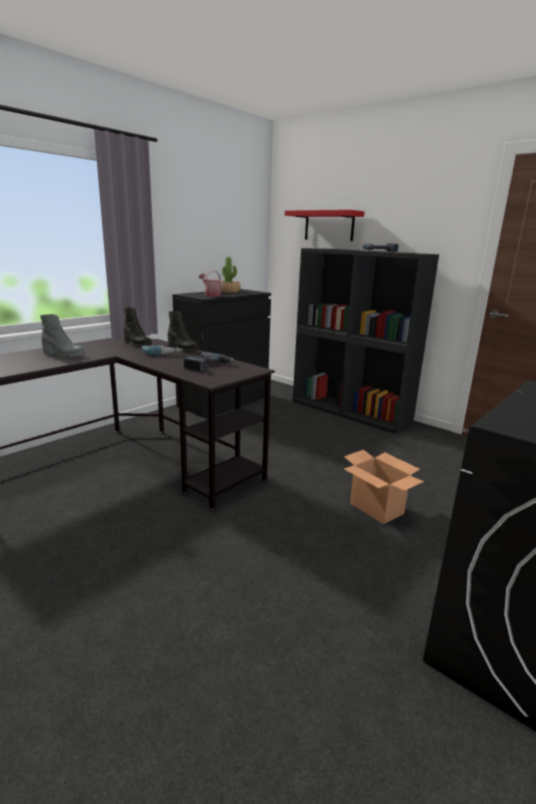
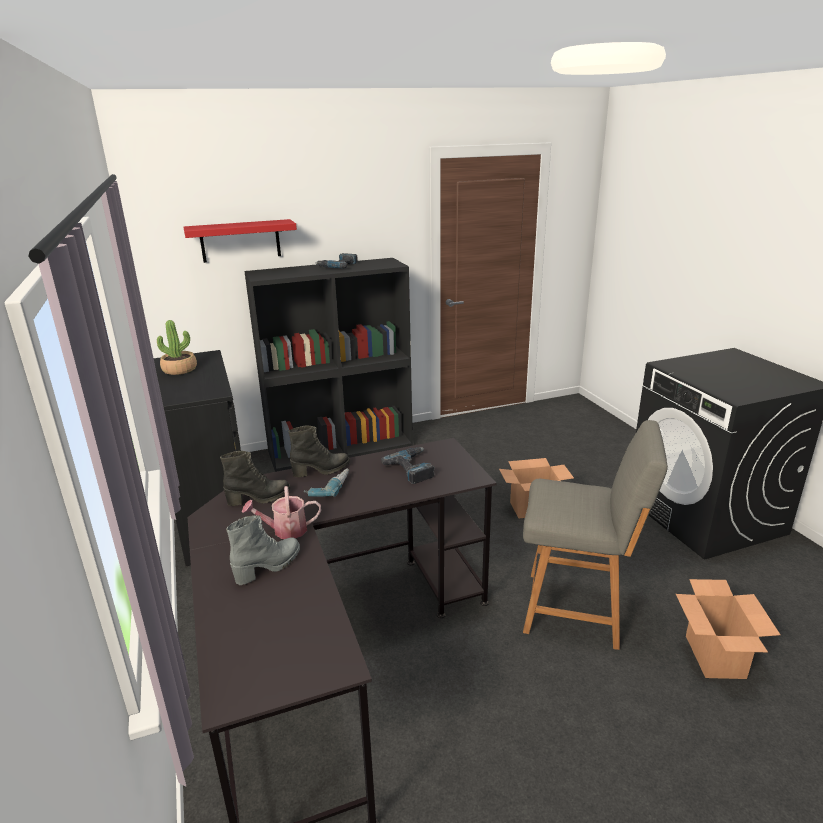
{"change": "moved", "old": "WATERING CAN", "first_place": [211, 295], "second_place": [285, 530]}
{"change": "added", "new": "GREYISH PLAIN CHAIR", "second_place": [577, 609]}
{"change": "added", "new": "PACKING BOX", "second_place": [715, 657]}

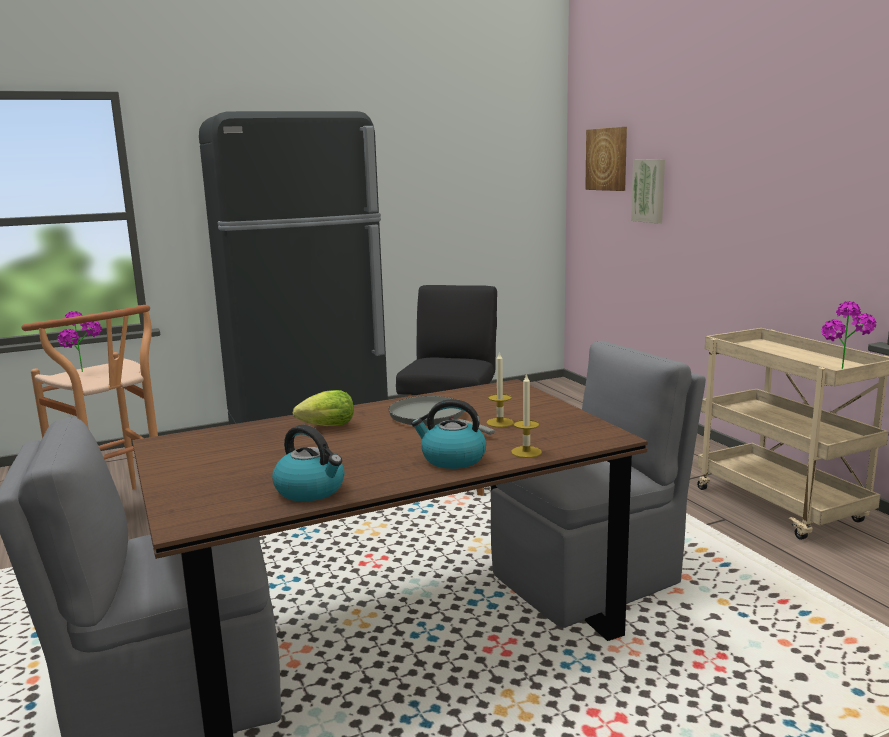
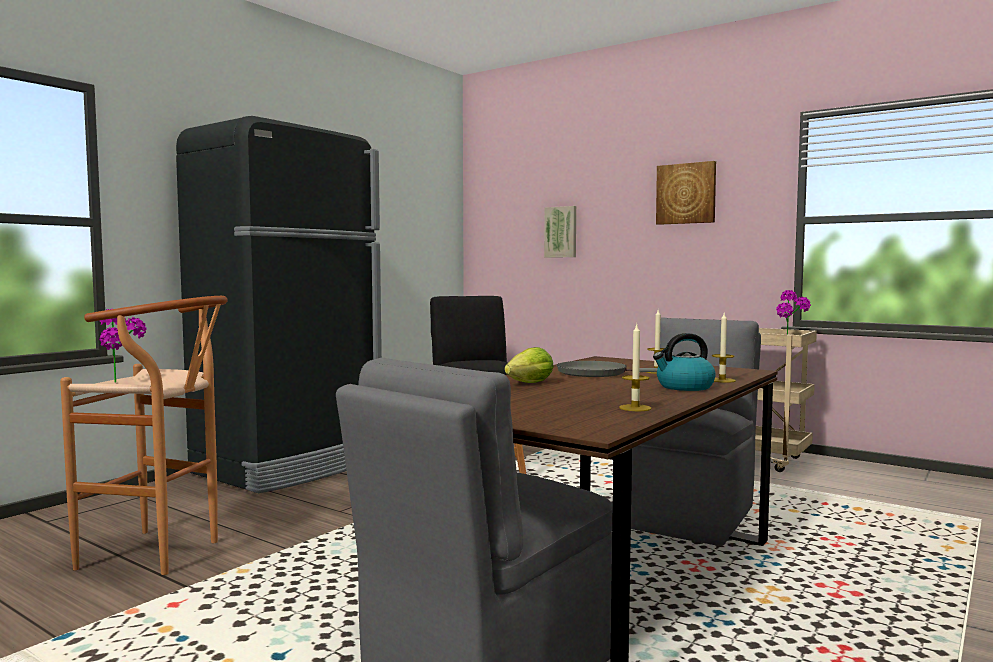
{"change": "replaced", "old": "TEA KETTLE", "new": "CANDLE", "first_place": [311, 490], "second_place": [635, 408]}
{"change": "moved", "old": "WALL PICTURE", "first_place": [607, 159], "second_place": [686, 193]}

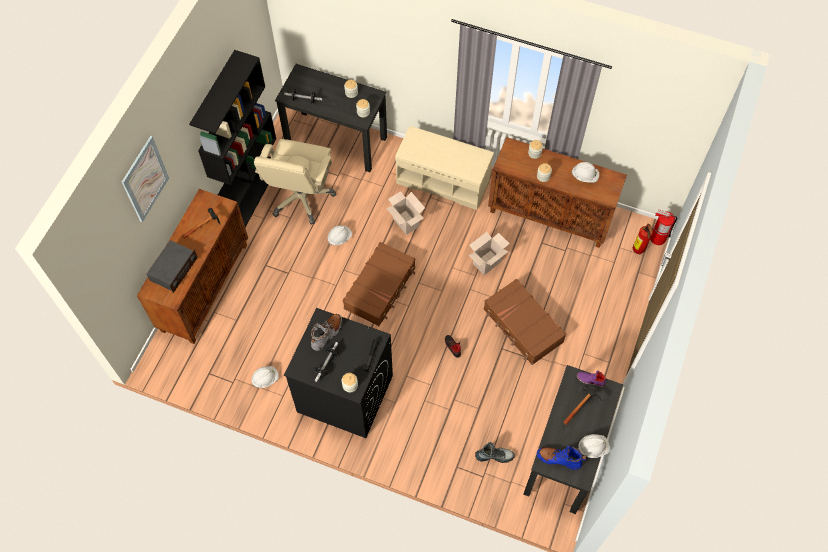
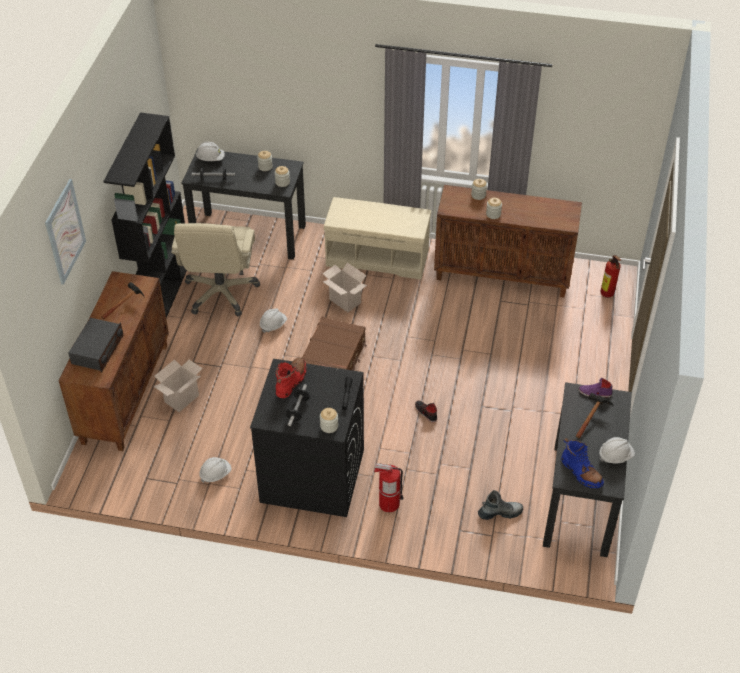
{"change": "recoloured", "old": "GREYISH HIGH-TOP BOOT", "new": "RED HIGH-TOP BOOT", "first_place": [327, 334], "second_place": [291, 381]}
{"change": "moved", "old": "PACKING BOX", "first_place": [487, 261], "second_place": [182, 398]}
{"change": "removed", "old": "BROWN-COLOURED SUITCASE", "first_place": [522, 326]}
{"change": "turned", "old": "BLUE-COLOURED HIGH-TOP BOOT", "first_place": [559, 459], "second_place": [581, 472], "degrees": -135}
{"change": "moved", "old": "WHITE-COLOURED WORK HELMET", "first_place": [584, 176], "second_place": [211, 159]}
{"change": "moved", "old": "FIRE-FIGHTING CYLINDER", "first_place": [657, 238], "second_place": [388, 504]}

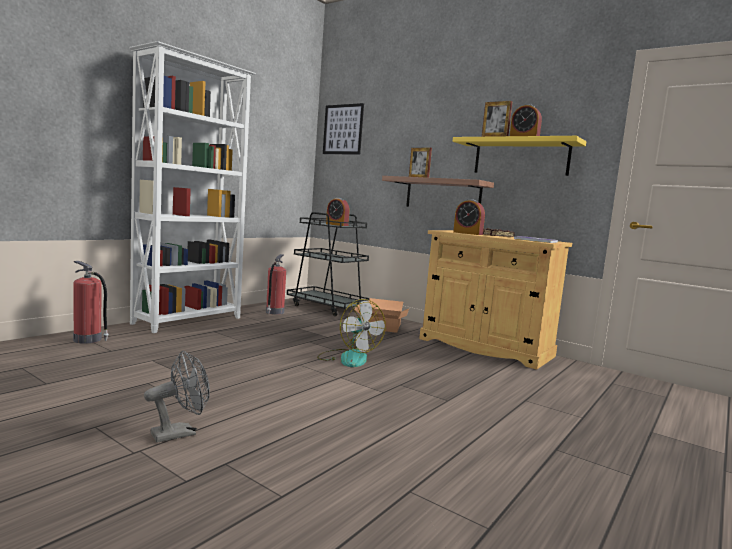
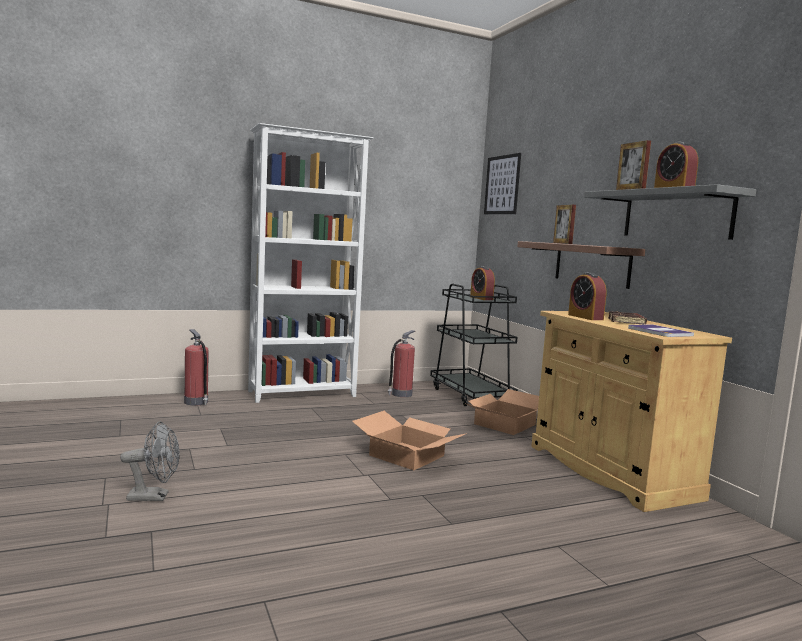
{"change": "replaced", "old": "ELECTRIC FAN", "new": "PACKING BOX", "first_place": [348, 358], "second_place": [408, 455]}
{"change": "recoloured", "old": "YELLOWISH SHELF", "new": "GREYISH SHELF", "first_place": [521, 157], "second_place": [676, 215]}

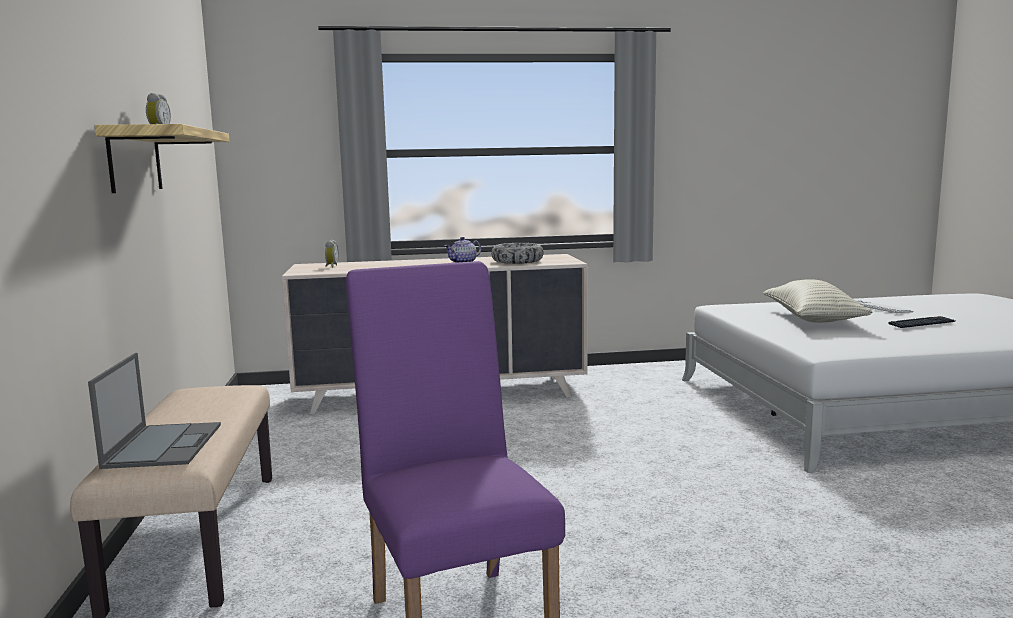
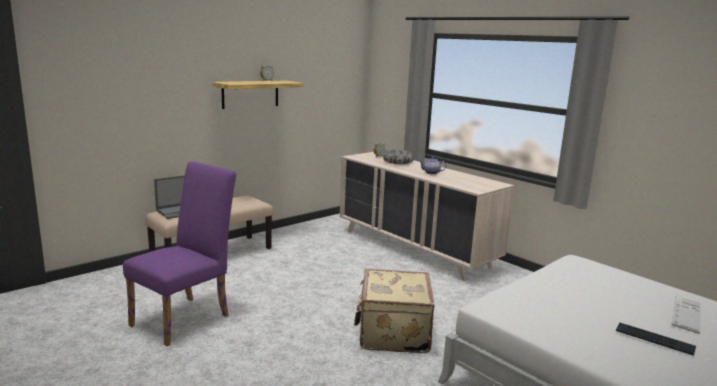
{"change": "moved", "old": "BOWL", "first_place": [517, 261], "second_place": [398, 161]}
{"change": "removed", "old": "PILLOW", "first_place": [812, 319]}
{"change": "added", "new": "BEIGE SUITCASE", "second_place": [392, 332]}

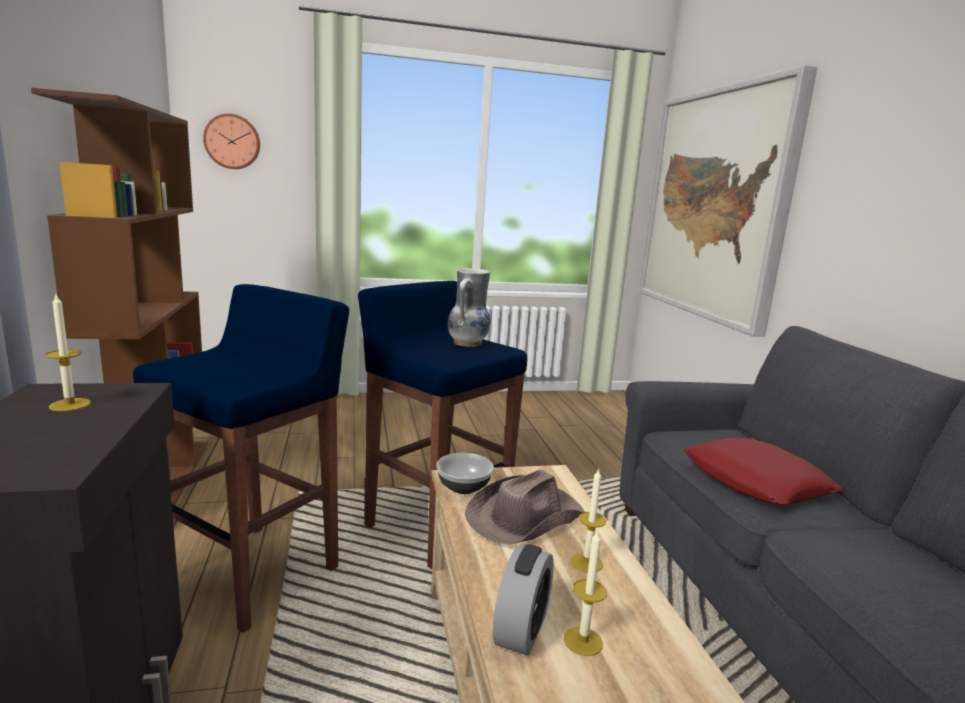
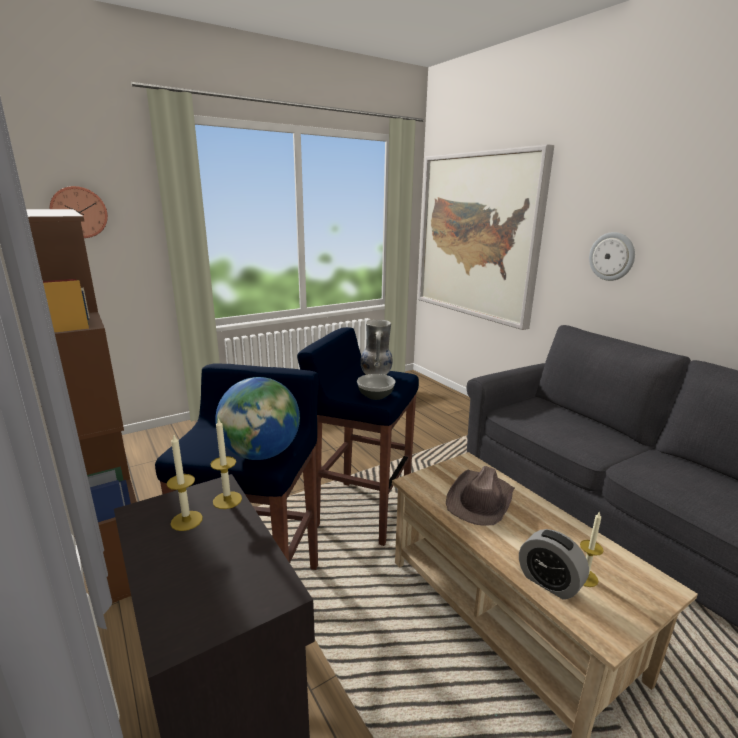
{"change": "moved", "old": "BOWL", "first_place": [464, 487], "second_place": [376, 396]}
{"change": "turned", "old": "ALARM CLOCK", "first_place": [521, 630], "second_place": [549, 582], "degrees": 135}
{"change": "moved", "old": "CANDLE", "first_place": [586, 562], "second_place": [227, 500]}
{"change": "removed", "old": "RED PILLOW", "first_place": [756, 481]}
{"change": "added", "new": "GLOBE", "second_place": [261, 454]}
{"change": "added", "new": "WALL CLOCK", "second_place": [612, 256]}

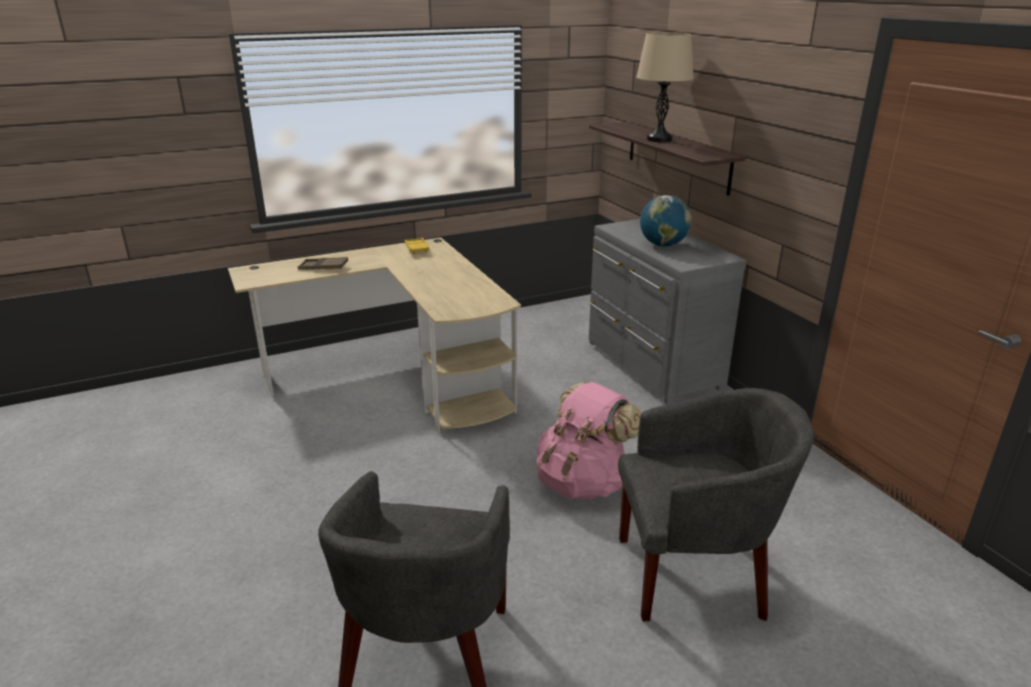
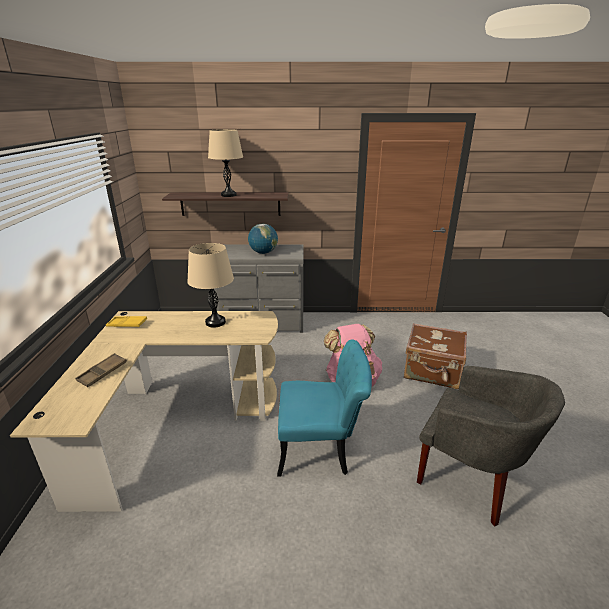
{"change": "replaced", "old": "GREYISH ARMCHAIR", "new": "BROWN-COLOURED SUITCASE", "first_place": [695, 573], "second_place": [432, 372]}
{"change": "added", "new": "BEIGE TABLE LAMP", "second_place": [215, 322]}
{"change": "added", "new": "TURQUOISE-COLOURED PLAIN CHAIR", "second_place": [321, 448]}

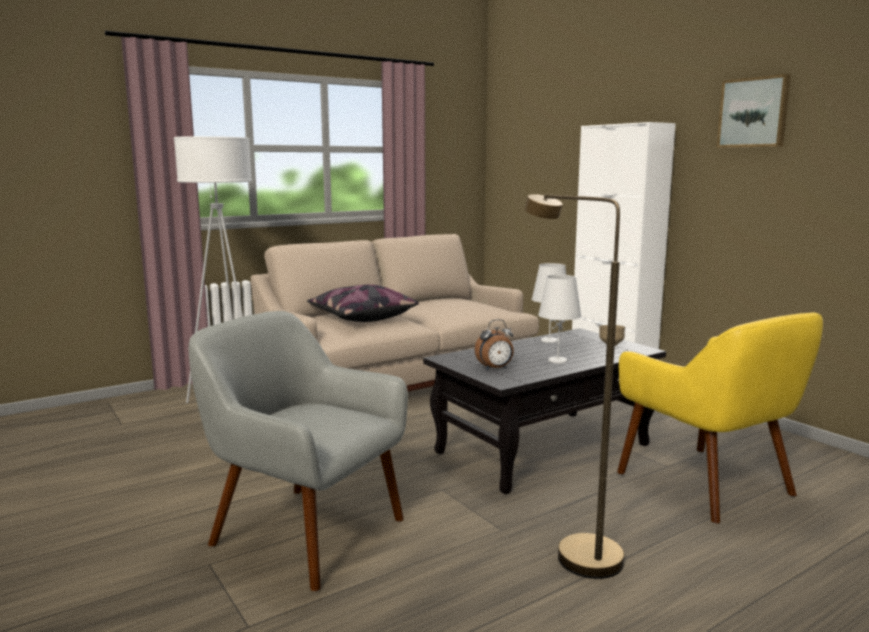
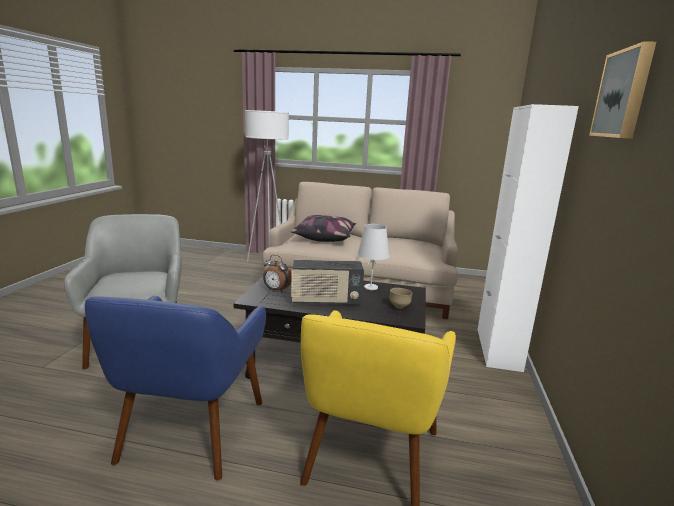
{"change": "replaced", "old": "BROWN-COLOURED STANDARD LAMP", "new": "BLUE-COLOURED ARMCHAIR", "first_place": [573, 552], "second_place": [191, 432]}
{"change": "replaced", "old": "WHITE-COLOURED TABLE LAMP", "new": "RADIO", "first_place": [558, 360], "second_place": [326, 301]}

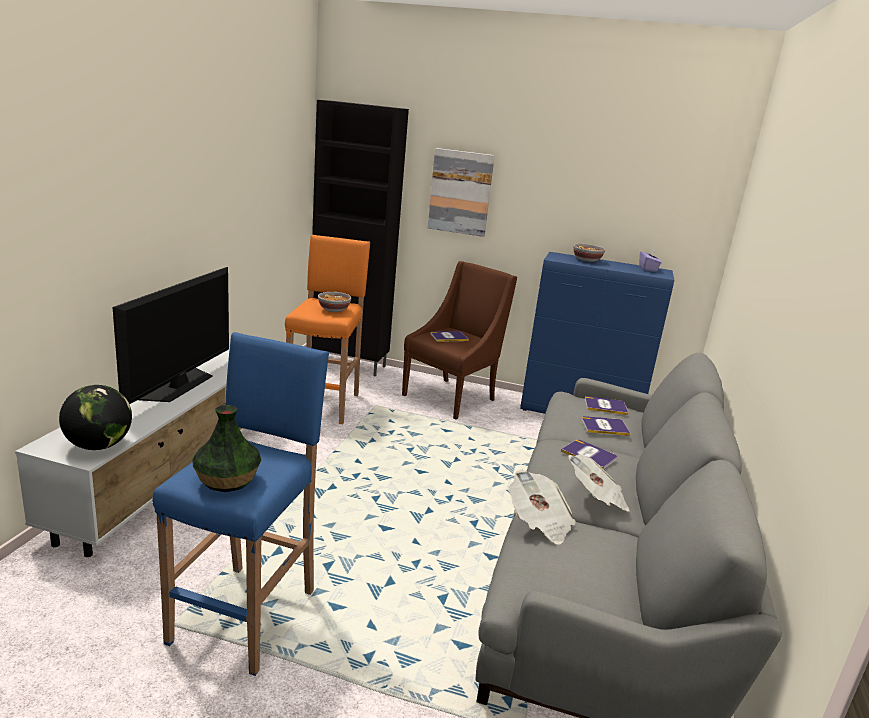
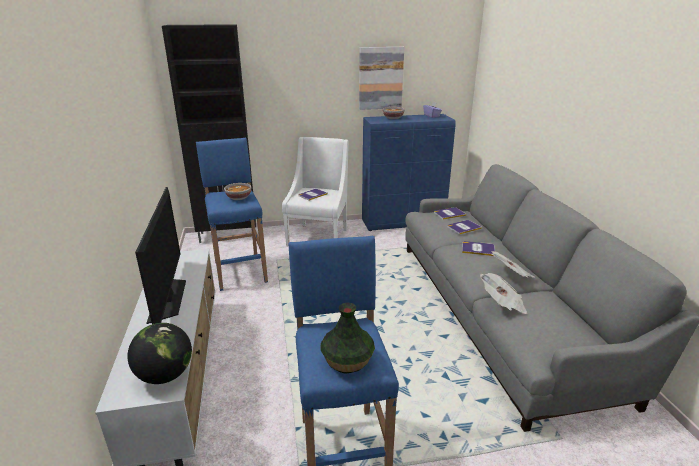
{"change": "recoloured", "old": "ORANGE STOOL SEAT", "new": "BLUE-COLOURED STOOL SEAT", "first_place": [324, 404], "second_place": [240, 271]}
{"change": "recoloured", "old": "BROWN-COLOURED ARMCHAIR", "new": "WHITE-COLOURED ARMCHAIR", "first_place": [451, 397], "second_place": [319, 236]}
{"change": "moved", "old": "WALL PICTURE", "first_place": [460, 192], "second_place": [380, 78]}

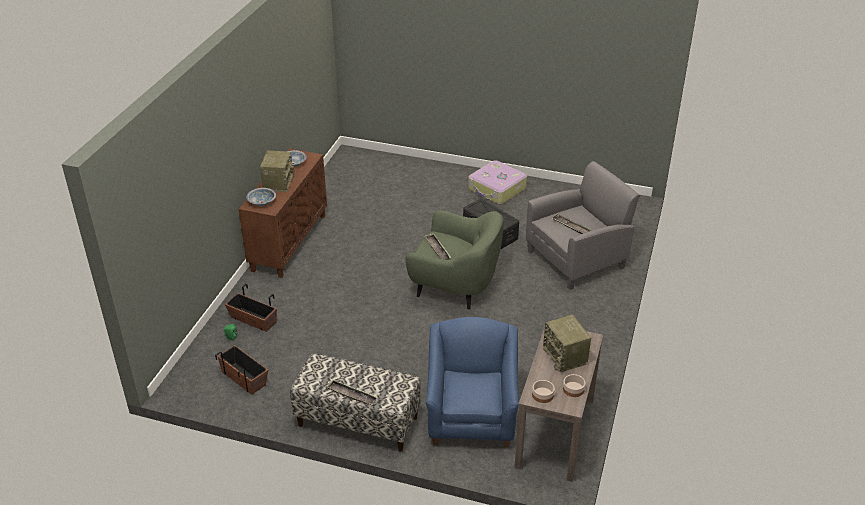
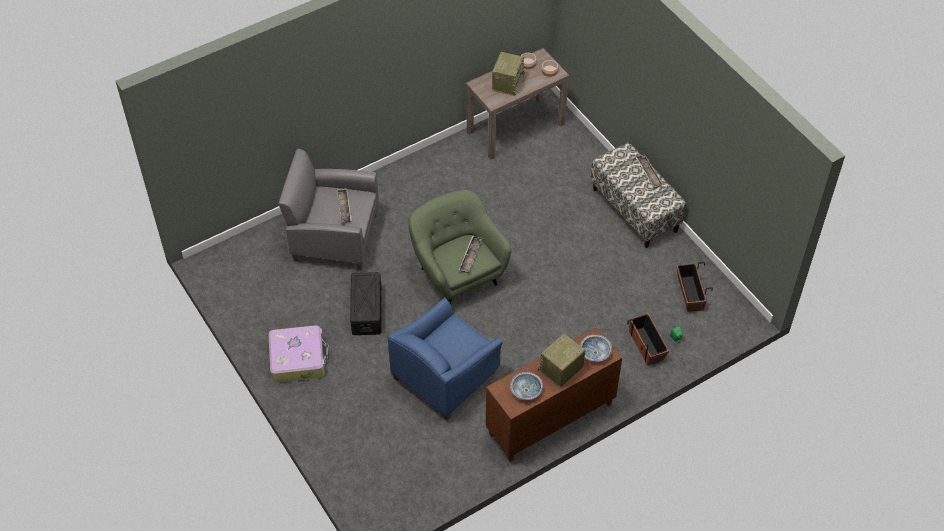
{"change": "moved", "old": "BLUE-COLOURED ARMCHAIR", "first_place": [471, 415], "second_place": [445, 376]}

